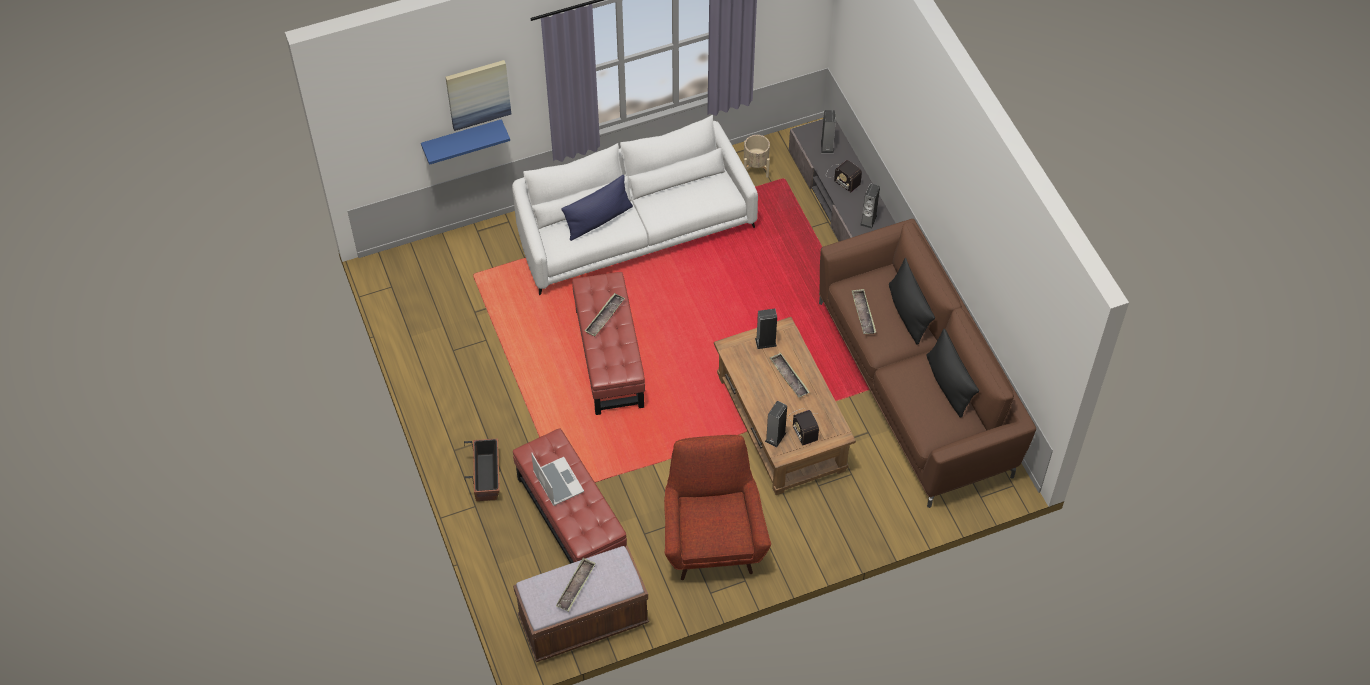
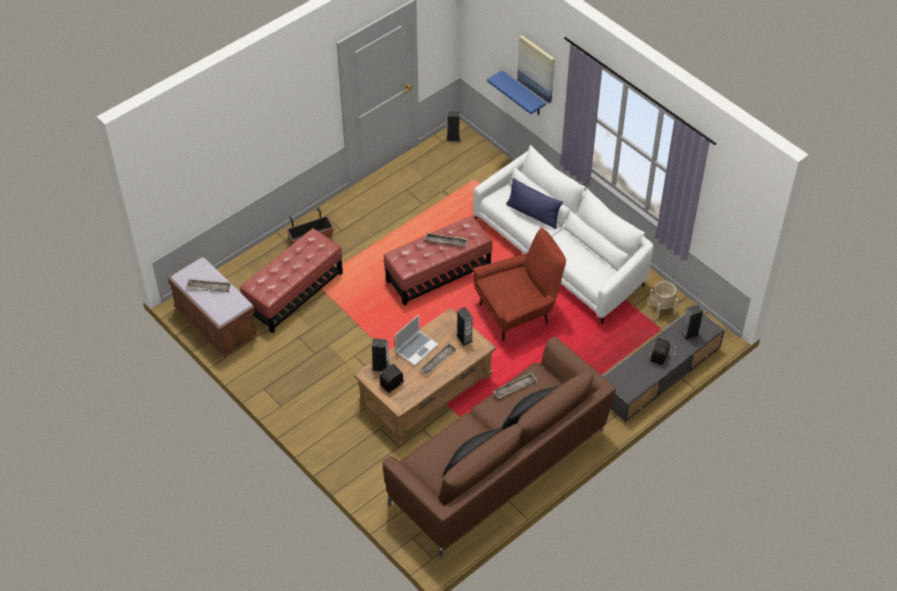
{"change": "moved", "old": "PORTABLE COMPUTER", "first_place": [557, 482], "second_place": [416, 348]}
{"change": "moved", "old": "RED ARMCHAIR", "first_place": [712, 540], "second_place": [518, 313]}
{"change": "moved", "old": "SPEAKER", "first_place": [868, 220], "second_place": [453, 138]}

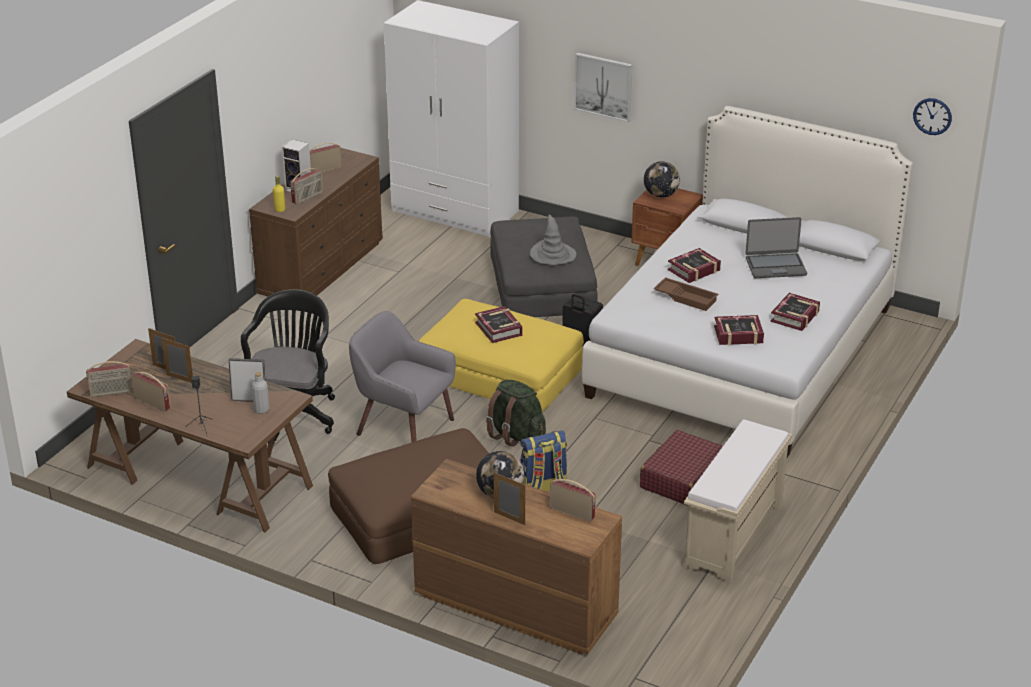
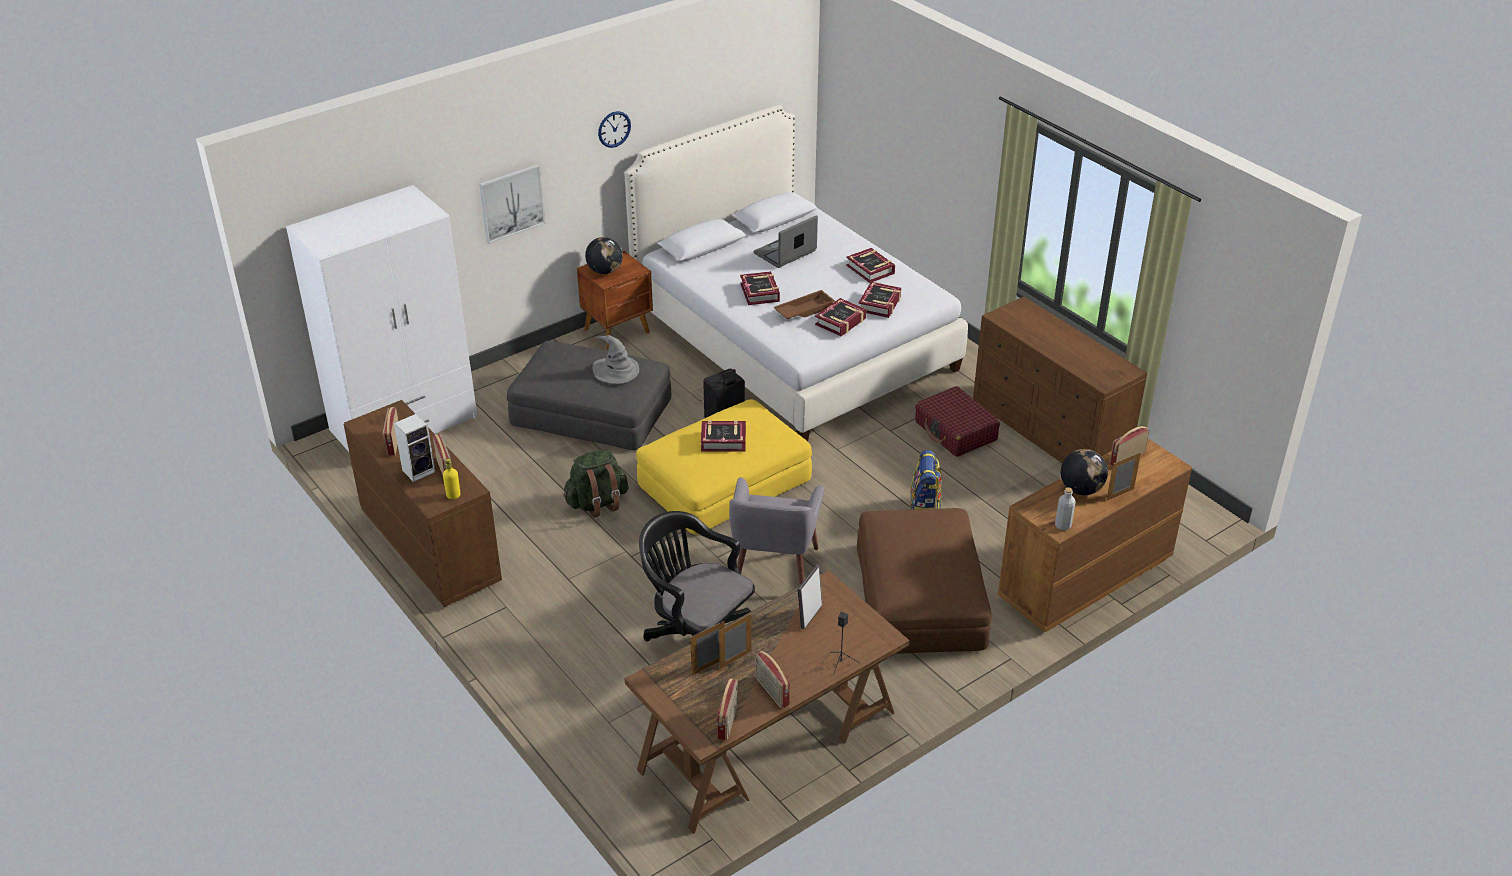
{"change": "turned", "old": "RADIO", "first_place": [153, 403], "second_place": [771, 691], "degrees": -90}
{"change": "moved", "old": "GREYISH DRINK BOTTLE", "first_place": [261, 410], "second_place": [1063, 525]}
{"change": "turned", "old": "GREYISH ARMCHAIR", "first_place": [403, 427], "second_place": [774, 569], "degrees": -45}
{"change": "moved", "old": "GREEN-COLOURED KNAPSACK", "first_place": [515, 435], "second_place": [597, 503]}
{"change": "replaced", "old": "BEIGE INDOOR BENCH", "new": "BROWN-COLOURED CHEST OF DRAWERS", "first_place": [734, 538], "second_place": [1050, 432]}
{"change": "turned", "old": "PORTABLE COMPUTER", "first_place": [775, 266], "second_place": [785, 253], "degrees": -150}
{"change": "moved", "old": "WALL CLOCK", "first_place": [932, 116], "second_place": [614, 129]}
{"change": "added", "new": "BOOK", "second_place": [840, 322]}

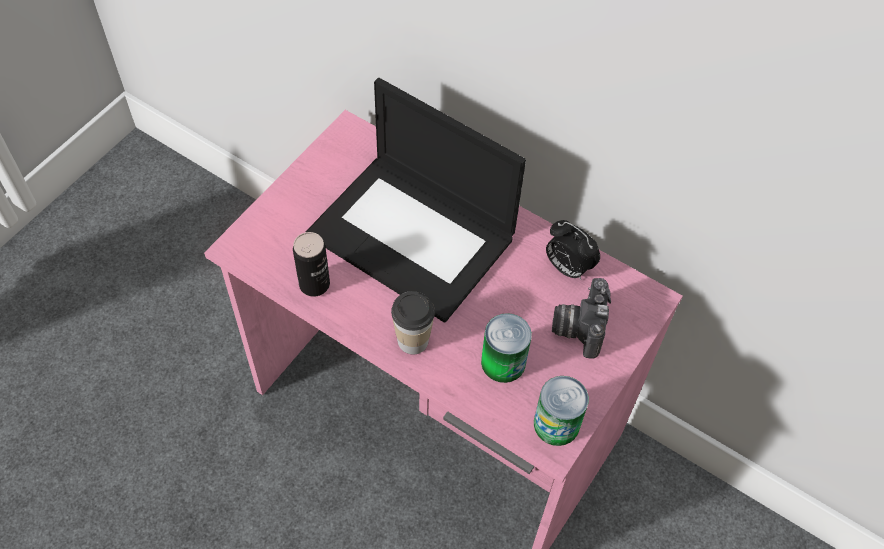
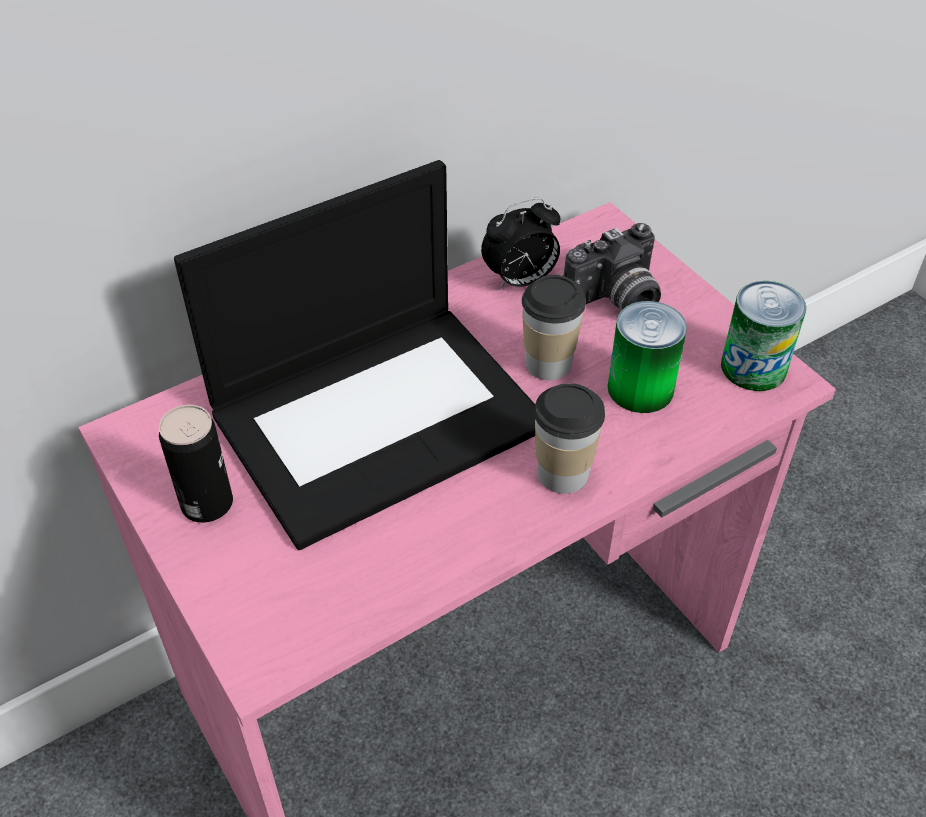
{"change": "moved", "old": "SEALED CAN", "first_place": [314, 284], "second_place": [207, 503]}
{"change": "turned", "old": "STILL CAMERA", "first_place": [577, 327], "second_place": [615, 301], "degrees": -60}
{"change": "added", "new": "CUP", "second_place": [548, 363]}

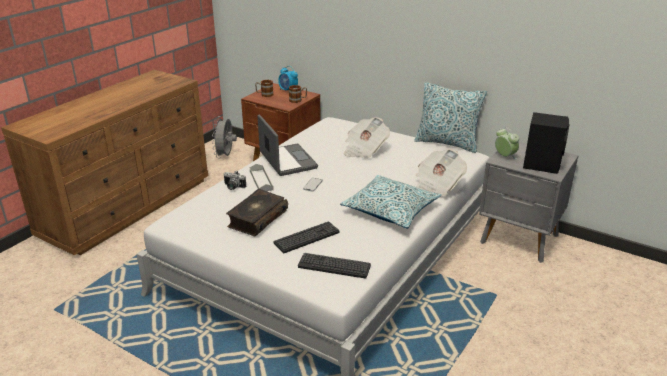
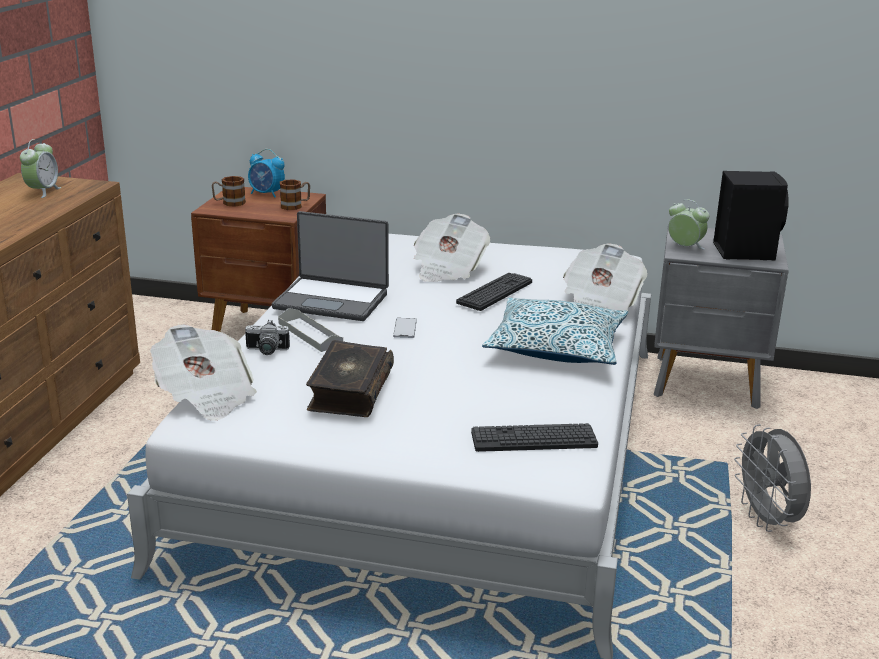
{"change": "moved", "old": "GREYISH ELECTRIC FAN", "first_place": [225, 156], "second_place": [767, 520]}
{"change": "turned", "old": "PORTABLE COMPUTER", "first_place": [287, 161], "second_place": [332, 300], "degrees": 150}
{"change": "moved", "old": "KEYBOARD", "first_place": [306, 237], "second_place": [495, 292]}
{"change": "removed", "old": "PILLOW", "first_place": [447, 143]}
{"change": "added", "new": "ALARM CLOCK", "second_place": [43, 191]}
{"change": "added", "new": "NEWSPAPER", "second_place": [206, 396]}

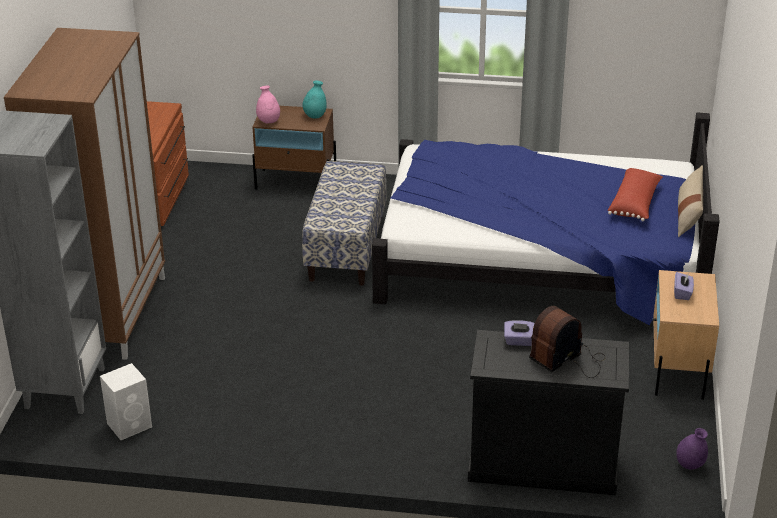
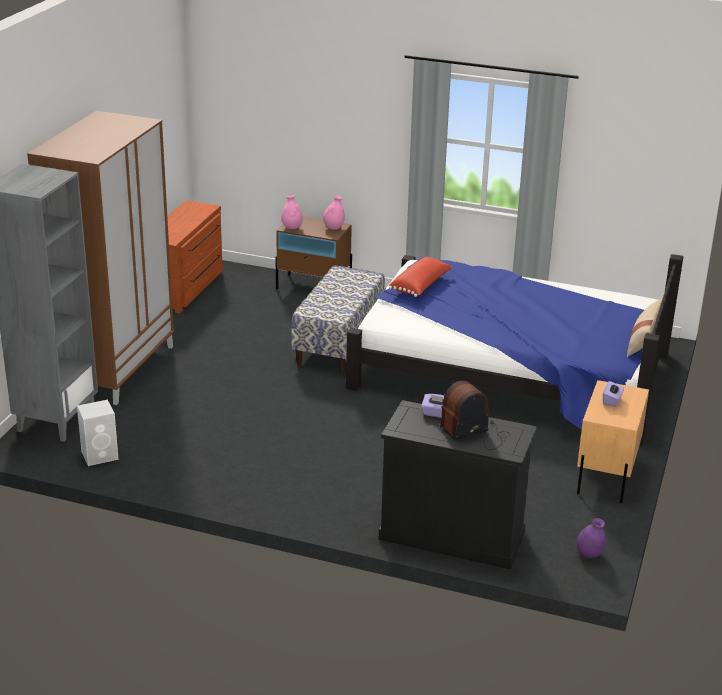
{"change": "recoloured", "old": "TURQUOISE-COLOURED FLOWER VASE", "new": "PINK FLOWER VASE", "first_place": [315, 116], "second_place": [333, 228]}
{"change": "moved", "old": "RED PILLOW", "first_place": [635, 204], "second_place": [421, 286]}

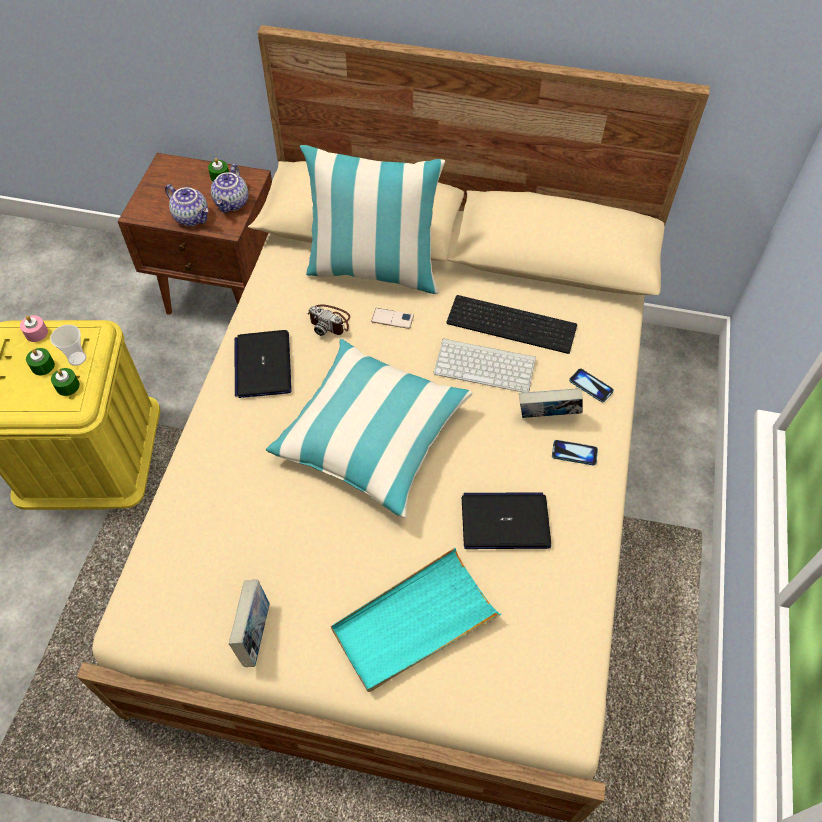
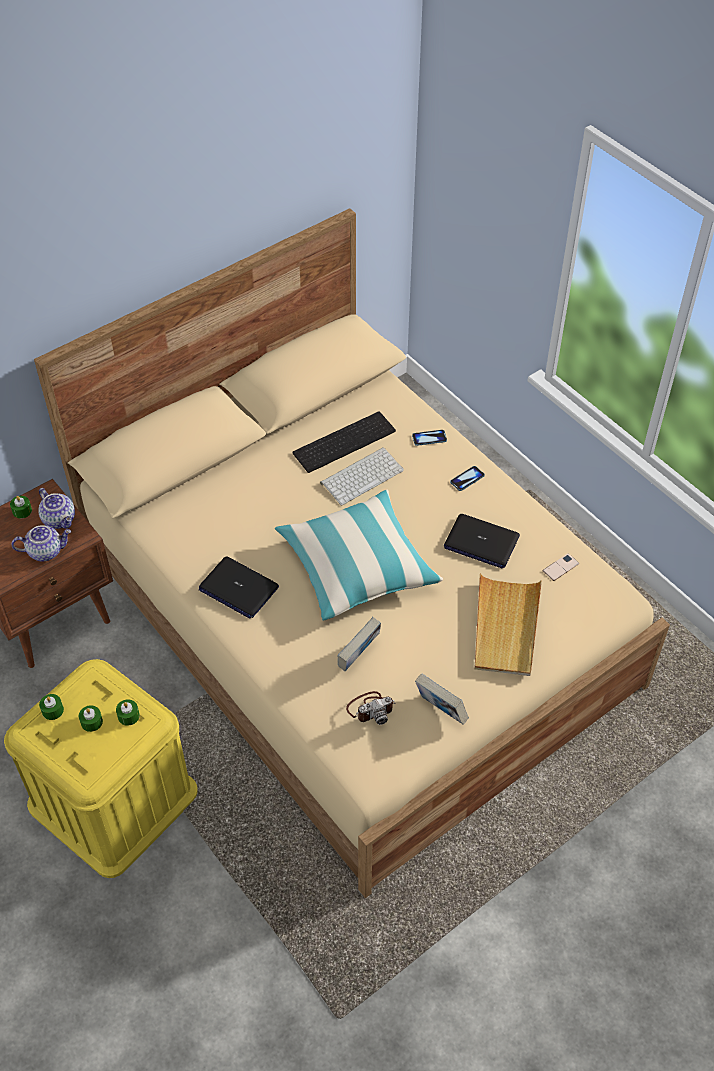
{"change": "recoloured", "old": "PINK CANDLE", "new": "GREEN-COLOURED CANDLE", "first_place": [36, 333], "second_place": [52, 710]}
{"change": "removed", "old": "CUP", "first_place": [77, 358]}
{"change": "removed", "old": "PILLOW", "first_place": [374, 270]}
{"change": "moved", "old": "STILL CAMERA", "first_place": [330, 321], "second_place": [371, 708]}
{"change": "recoloured", "old": "TURQUOISE-COLOURED TRAY", "new": "BEIGE TRAY", "first_place": [414, 622], "second_place": [505, 628]}
{"change": "moved", "old": "PHONE", "first_place": [392, 318], "second_place": [560, 567]}
{"change": "turned", "old": "PORTABLE COMPUTER", "first_place": [505, 521], "second_place": [481, 542], "degrees": -105}
{"change": "moved", "old": "BOOK", "first_place": [547, 417], "second_place": [359, 656]}

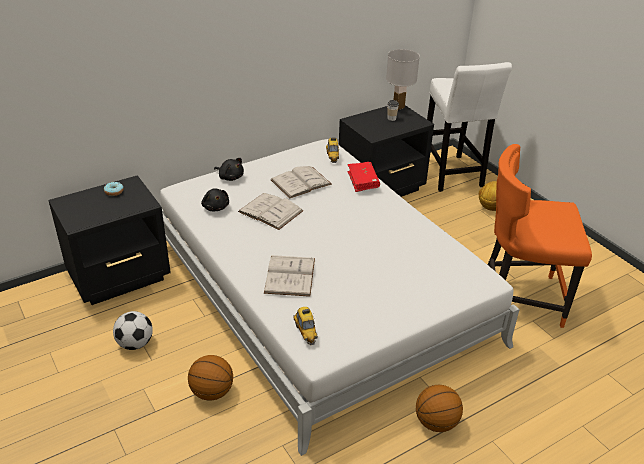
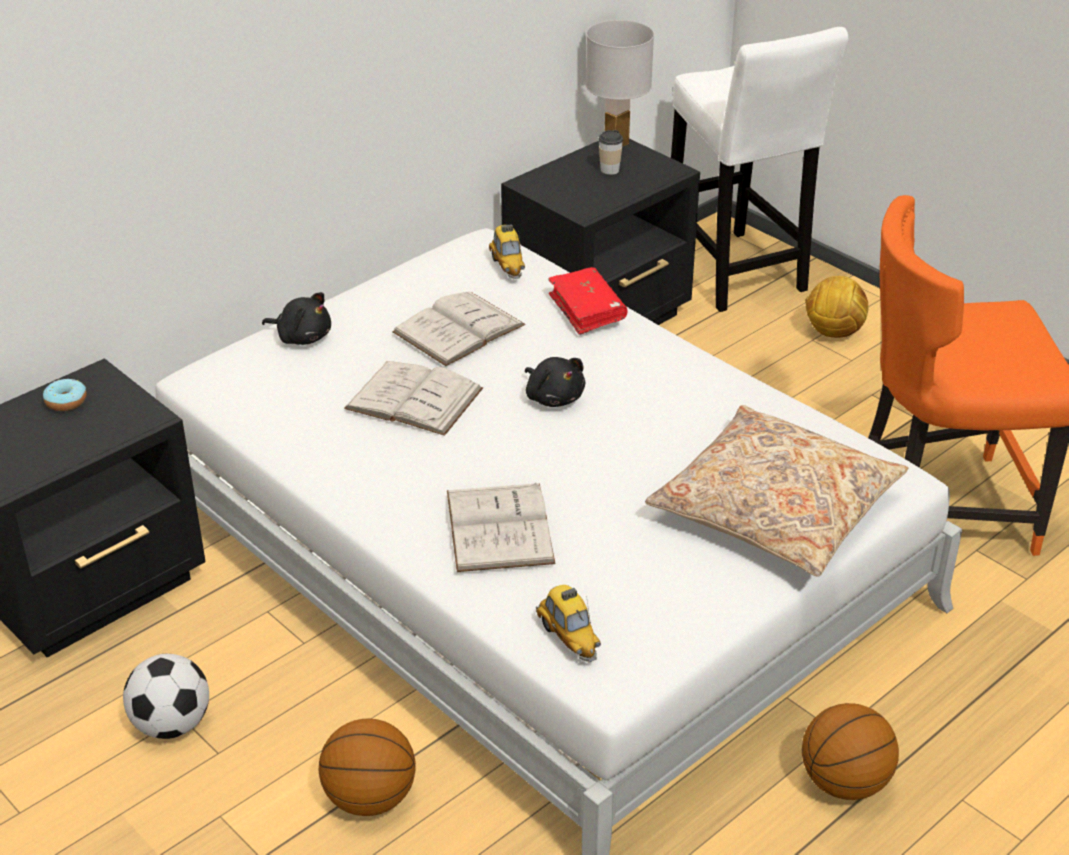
{"change": "moved", "old": "BLACKISH CUDDLY TOY", "first_place": [215, 207], "second_place": [553, 397]}
{"change": "added", "new": "BEIGE PILLOW", "second_place": [774, 509]}

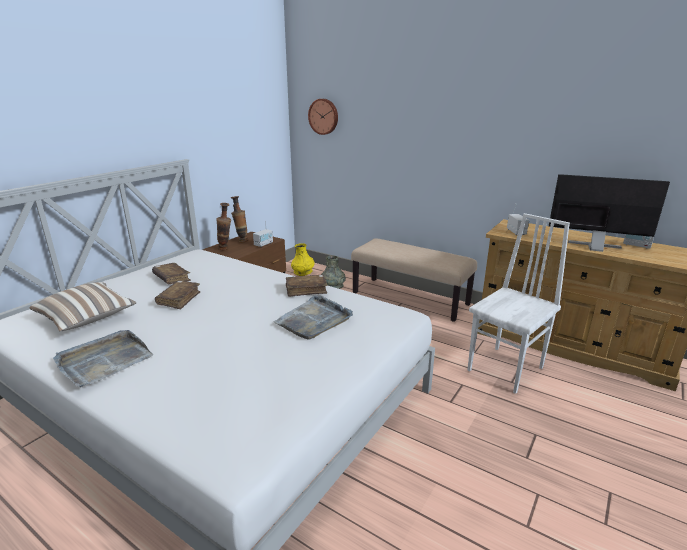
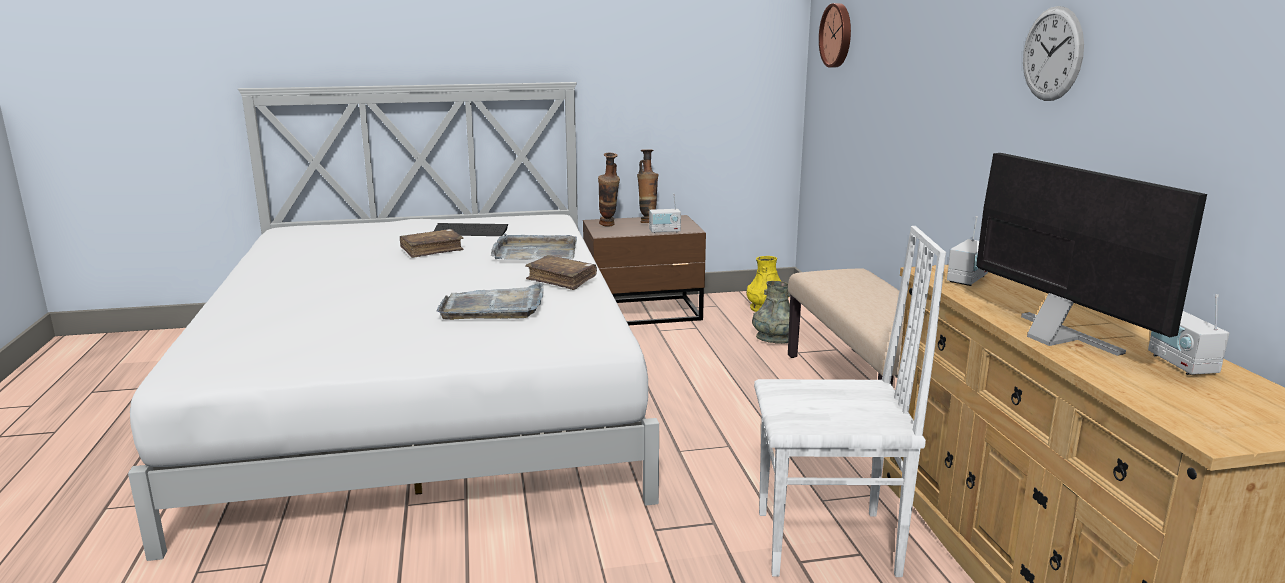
{"change": "removed", "old": "PILLOW", "first_place": [87, 318]}
{"change": "moved", "old": "GREYISH TRAY", "first_place": [104, 360], "second_place": [534, 252]}
{"change": "replaced", "old": "BROWN-COLOURED BOOK", "new": "KEYBOARD", "first_place": [172, 278], "second_place": [470, 232]}
{"change": "added", "new": "WALL CLOCK", "second_place": [1052, 54]}

